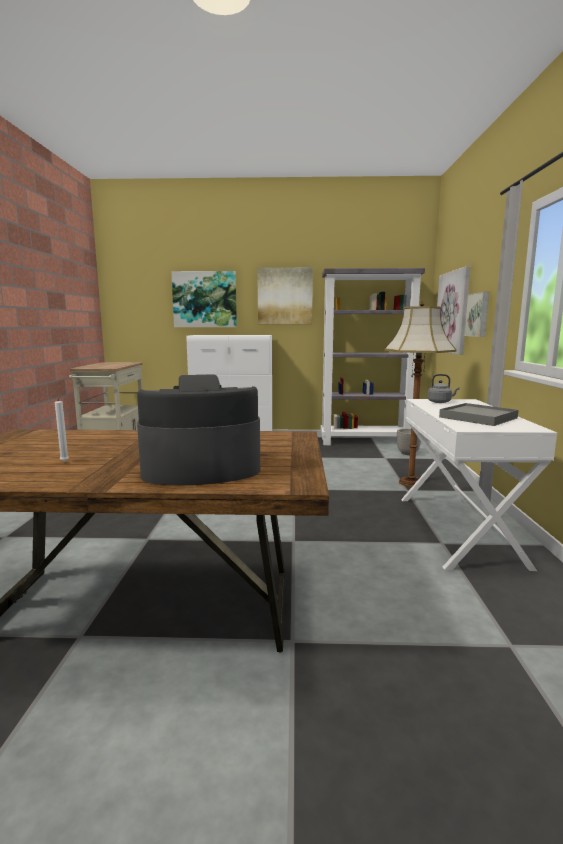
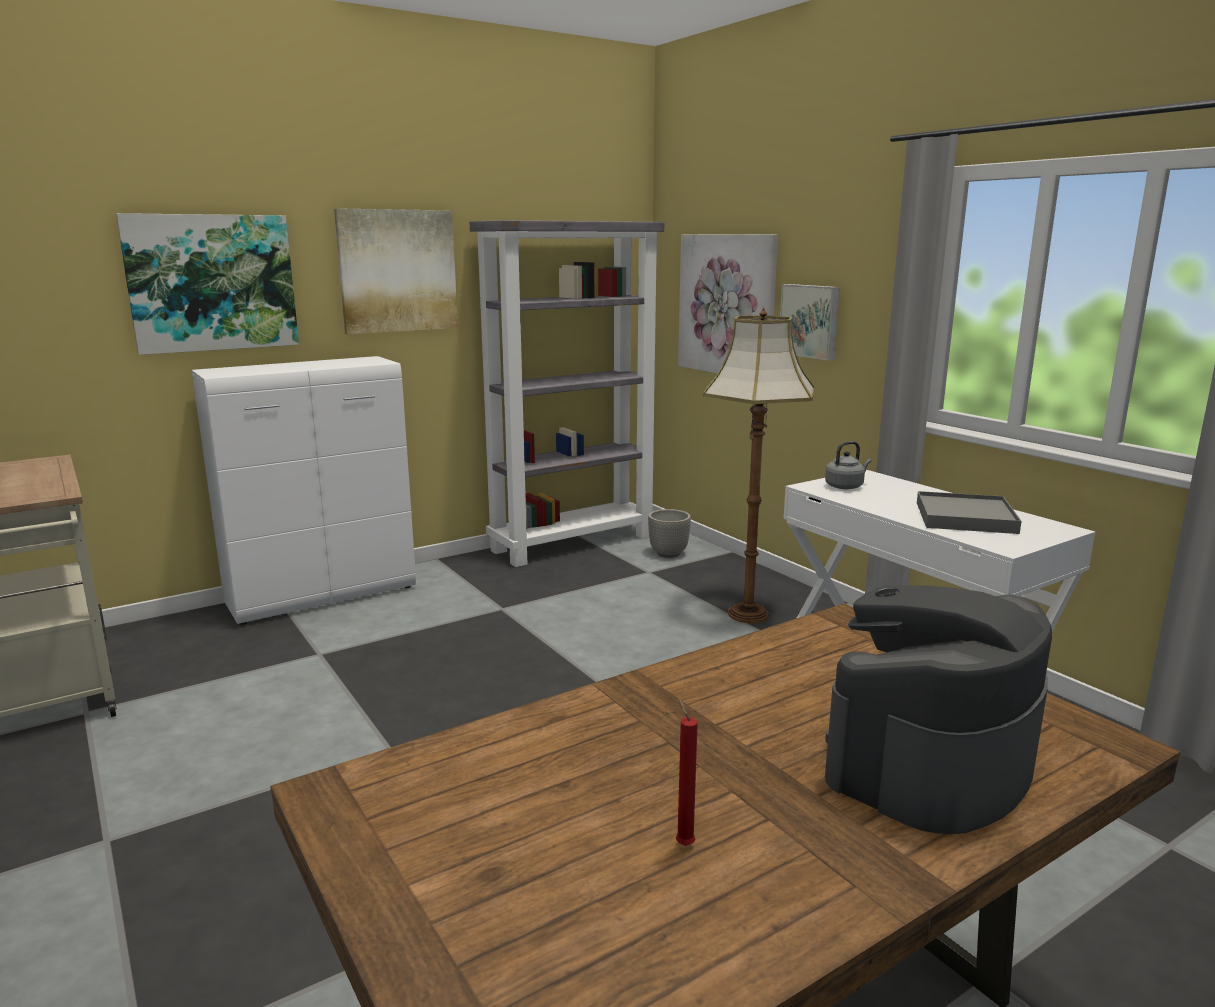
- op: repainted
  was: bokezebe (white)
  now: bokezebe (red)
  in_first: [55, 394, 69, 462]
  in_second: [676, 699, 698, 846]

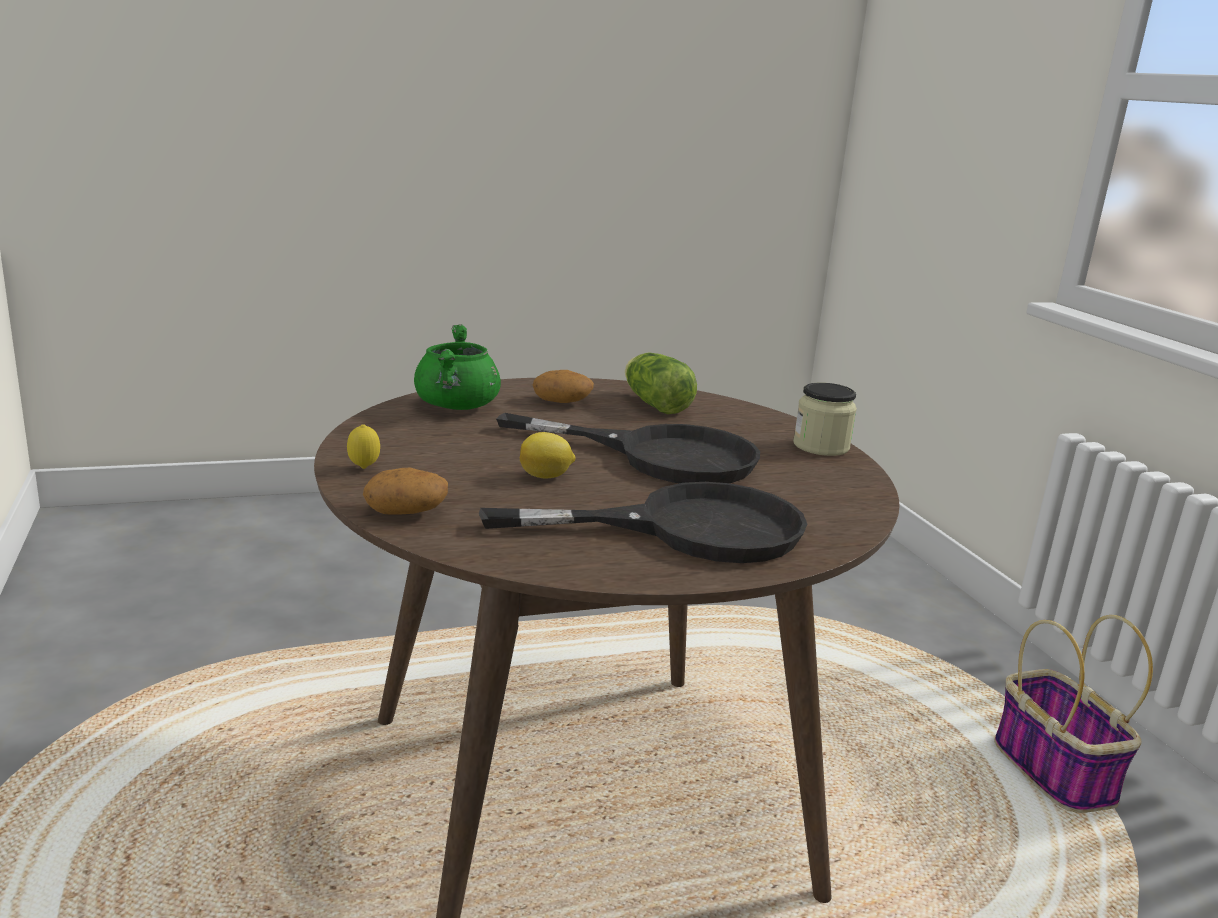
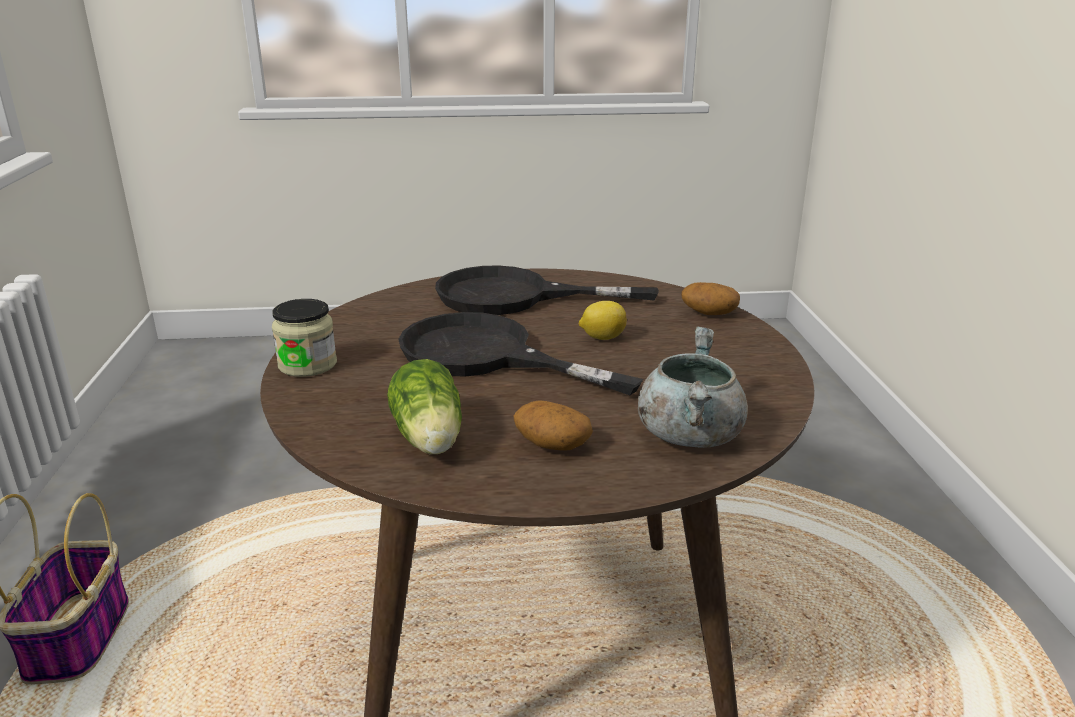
- op: gone
  was: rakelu
  in_first: [347, 424, 380, 469]
- op: repainted
  was: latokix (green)
  now: latokix (grey)
  in_first: [414, 324, 501, 410]
  in_second: [638, 327, 748, 448]

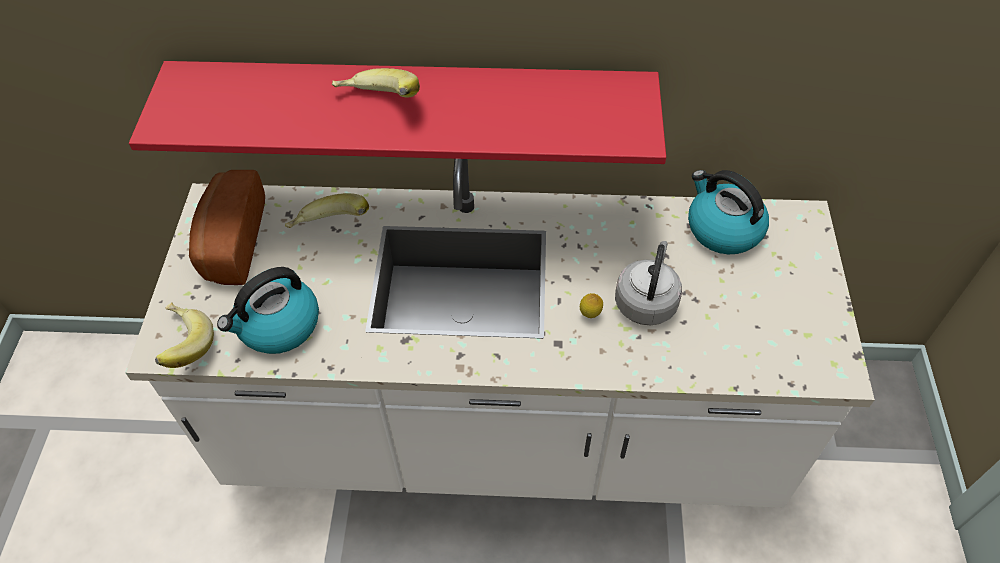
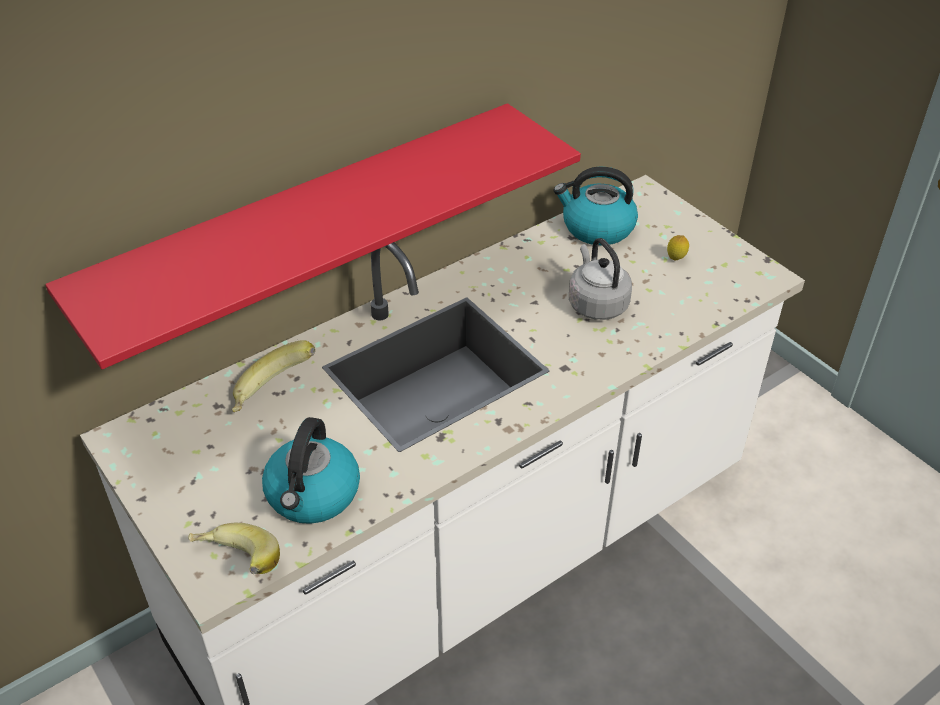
- op: gone
  was: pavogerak
  in_first: [189, 170, 265, 285]
- op: gone
  was: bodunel
  in_first: [332, 68, 420, 98]
- op: shifted
  was: rakelu
  in_first: [580, 293, 603, 318]
  in_second: [667, 235, 689, 260]

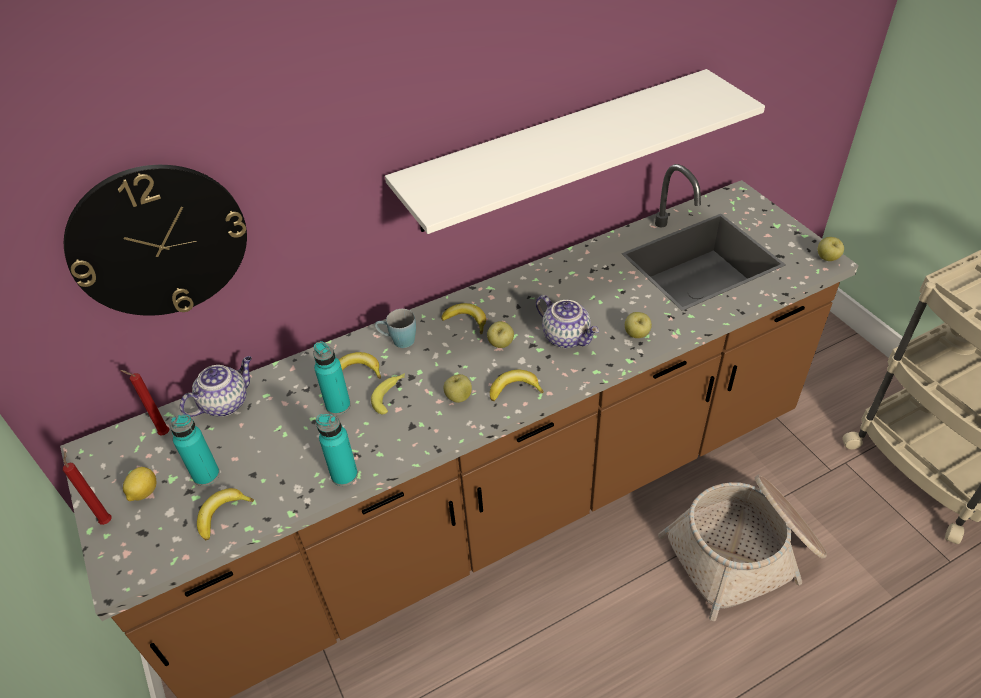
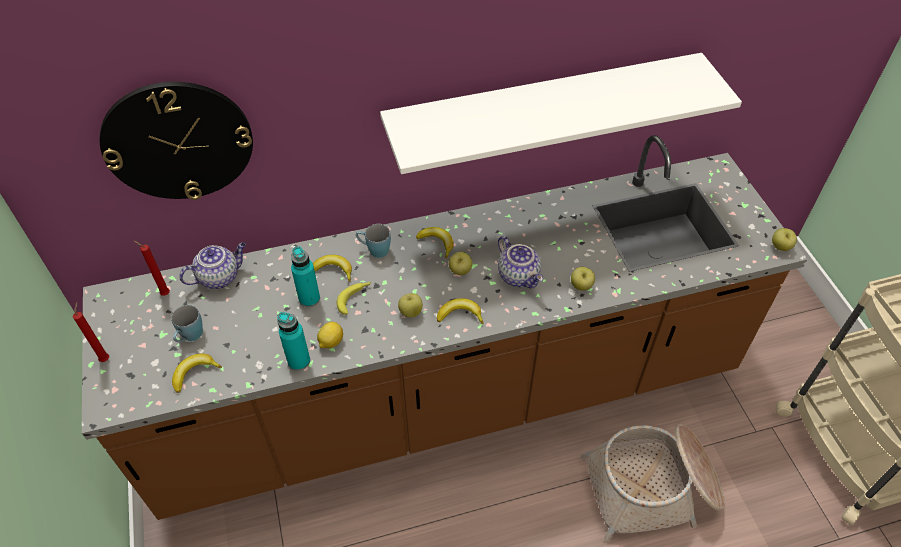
- op: shifted
  was: rakelu
  in_first: [123, 467, 156, 501]
  in_second: [317, 322, 343, 349]
- op: swapped
  was: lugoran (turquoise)
  now: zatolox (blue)
  in_first: [171, 415, 220, 486]
  in_second: [171, 305, 203, 343]

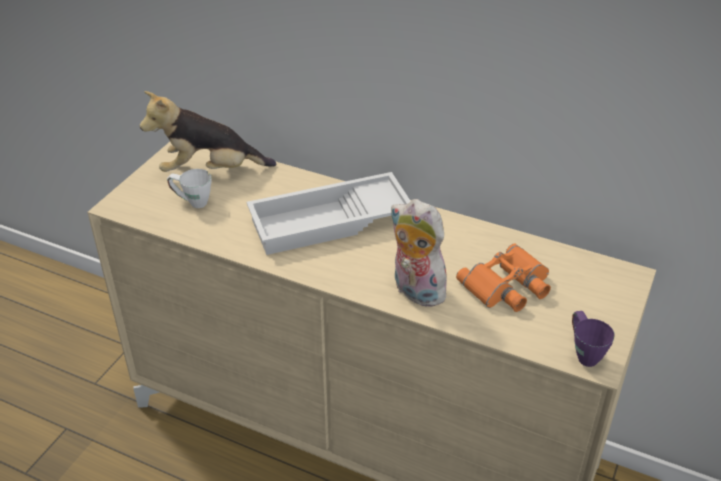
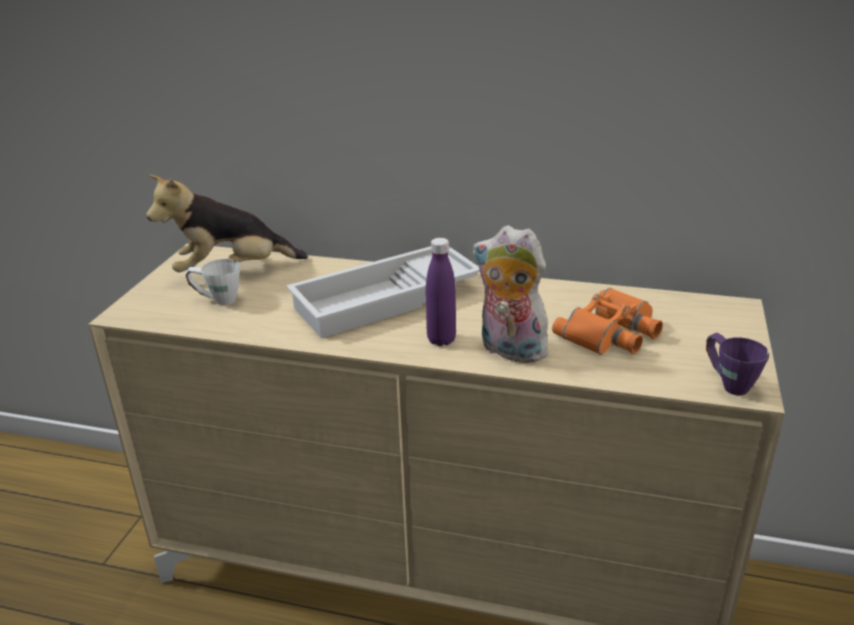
- op: new
  now: lugoran (purple)
  in_second: [426, 238, 456, 346]

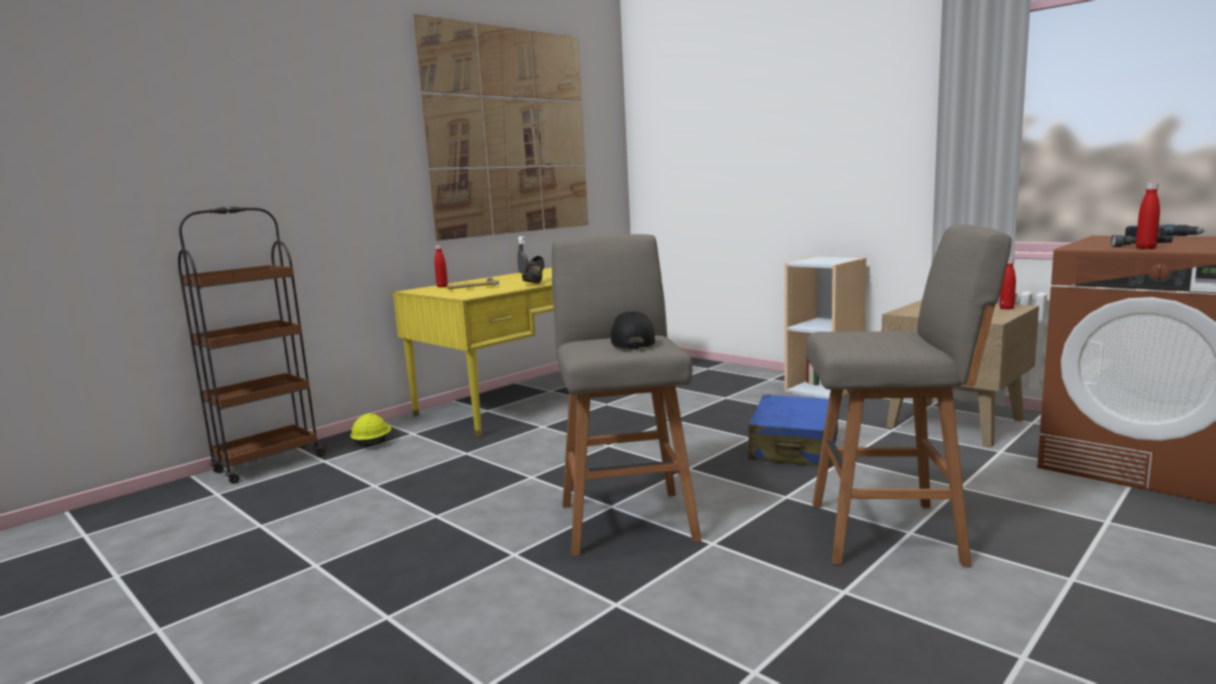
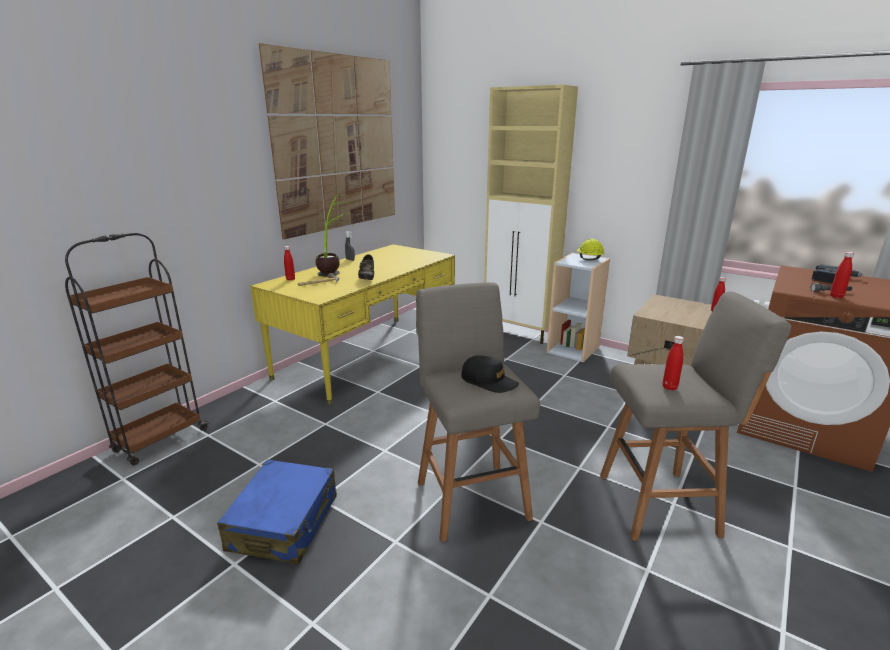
- op: shifted
  was: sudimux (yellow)
  in_first: [350, 413, 391, 445]
  in_second: [577, 239, 604, 260]
- op: rotated
  was: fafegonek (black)
  in_first: [611, 311, 655, 349]
  in_second: [461, 355, 519, 393]
  clockwise: 135
- op: shifted
  was: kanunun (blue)
  in_first: [748, 395, 839, 468]
  in_second: [217, 460, 337, 565]
- op: new
  now: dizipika
  in_second: [316, 188, 354, 277]
- op: new
  now: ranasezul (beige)
  in_second: [484, 85, 578, 344]
- op: new
  now: lugoran (red)
  in_second: [663, 336, 684, 391]

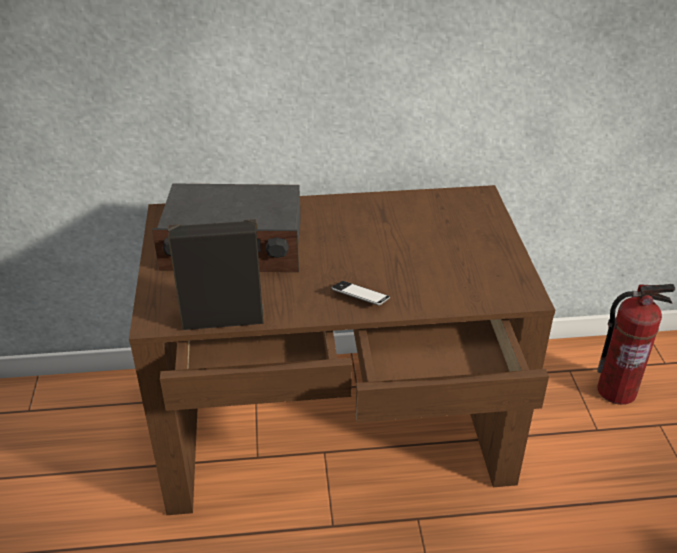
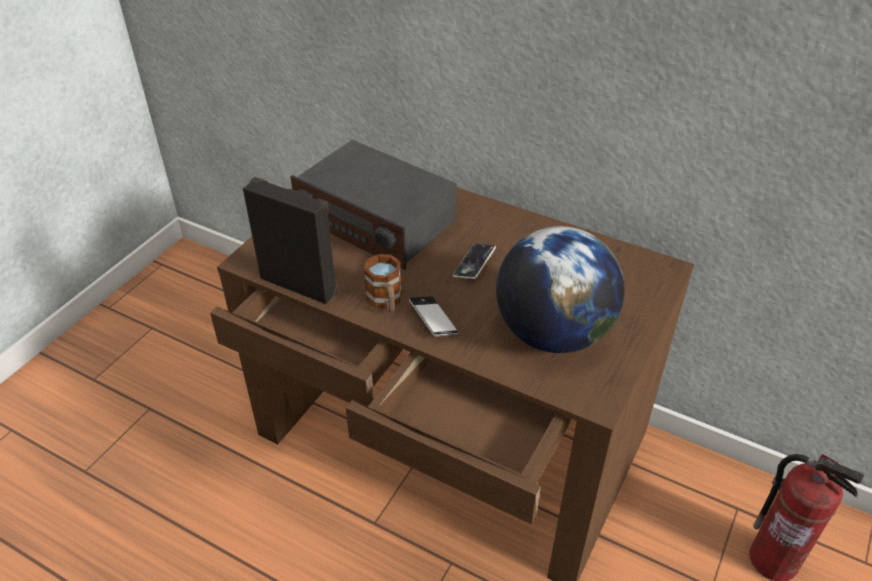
- op: new
  now: zatolox
  in_second: [364, 254, 402, 312]
- op: new
  now: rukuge
  in_second: [453, 244, 496, 279]
- op: new
  now: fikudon
  in_second: [496, 226, 625, 353]

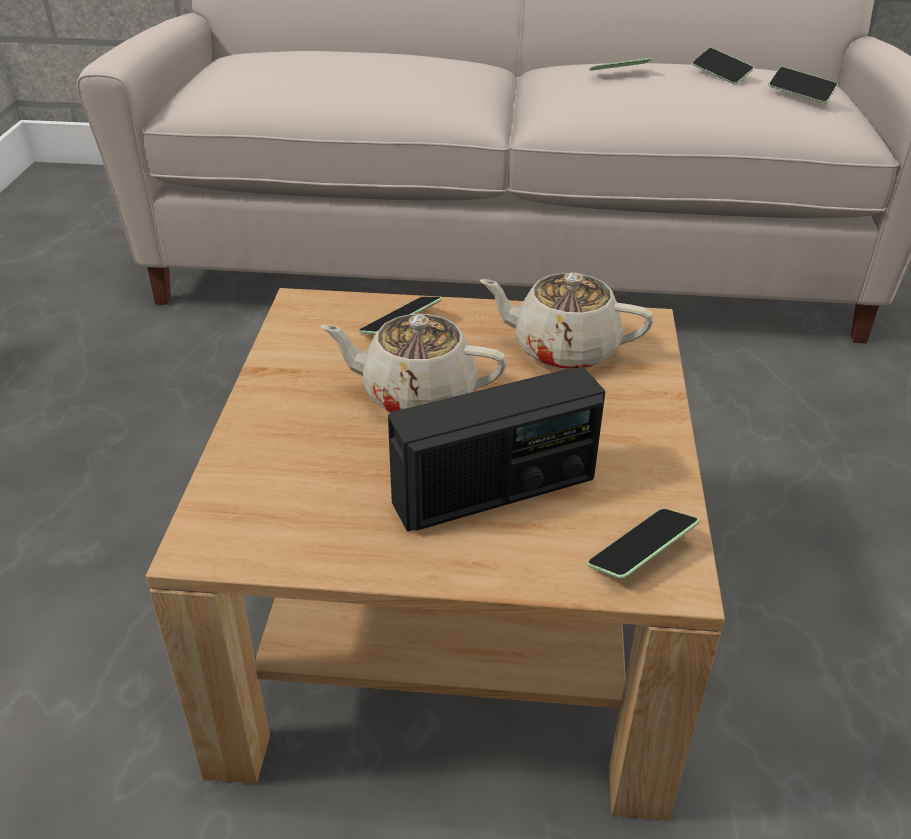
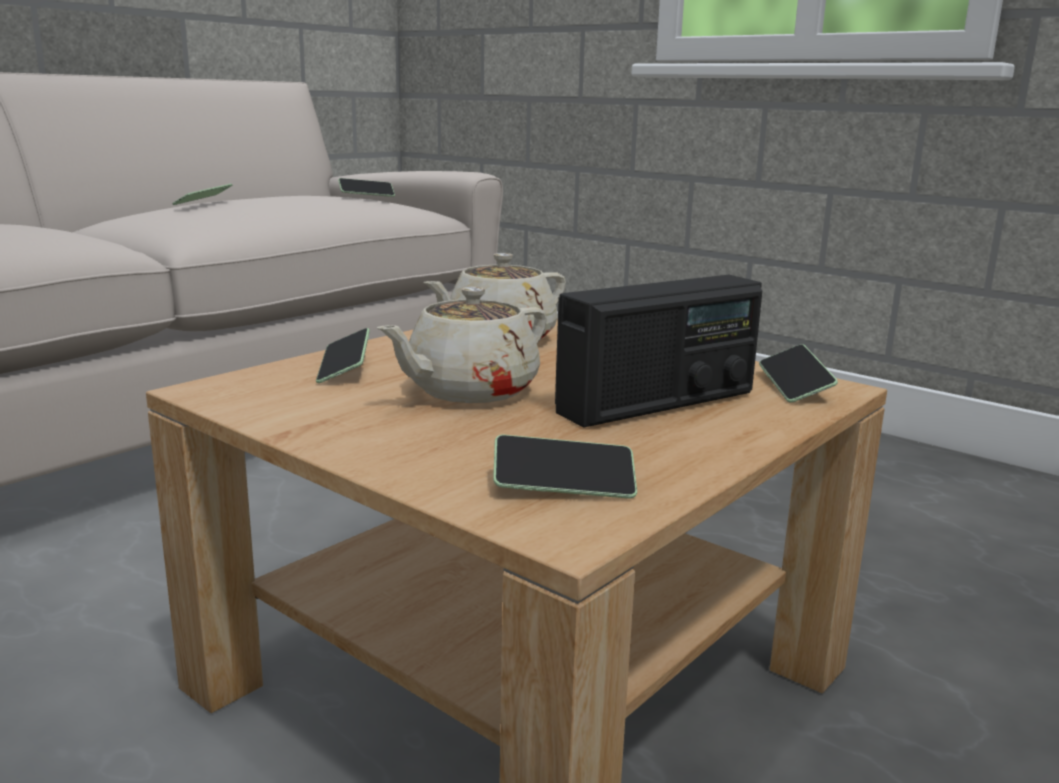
- op: rotated
  was: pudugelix
  in_first: [388, 367, 605, 532]
  in_second: [555, 275, 762, 427]
  clockwise: 45
- op: shifted
  was: rukuge
  in_first: [692, 48, 754, 84]
  in_second: [493, 435, 637, 499]

